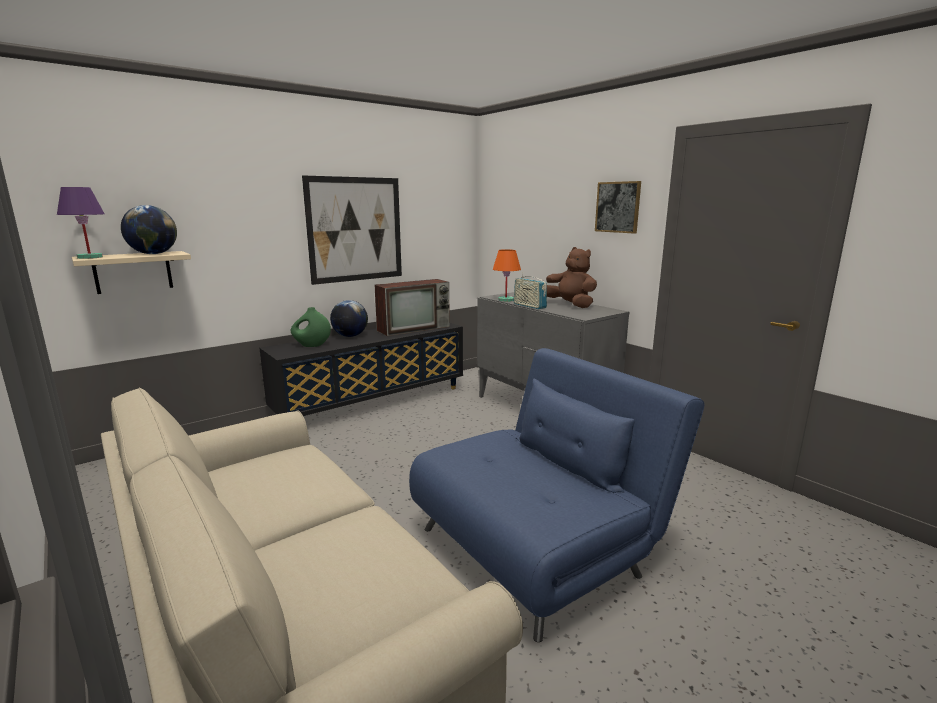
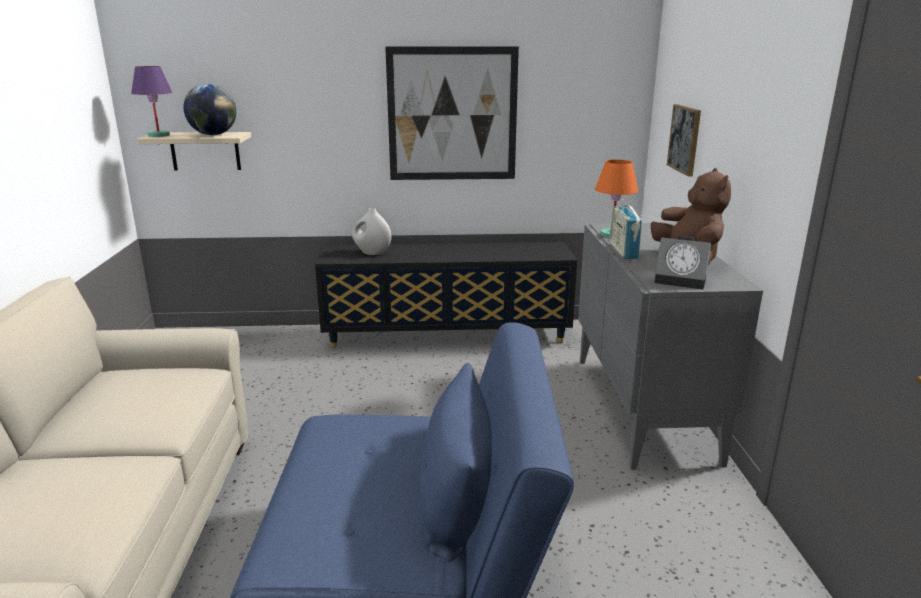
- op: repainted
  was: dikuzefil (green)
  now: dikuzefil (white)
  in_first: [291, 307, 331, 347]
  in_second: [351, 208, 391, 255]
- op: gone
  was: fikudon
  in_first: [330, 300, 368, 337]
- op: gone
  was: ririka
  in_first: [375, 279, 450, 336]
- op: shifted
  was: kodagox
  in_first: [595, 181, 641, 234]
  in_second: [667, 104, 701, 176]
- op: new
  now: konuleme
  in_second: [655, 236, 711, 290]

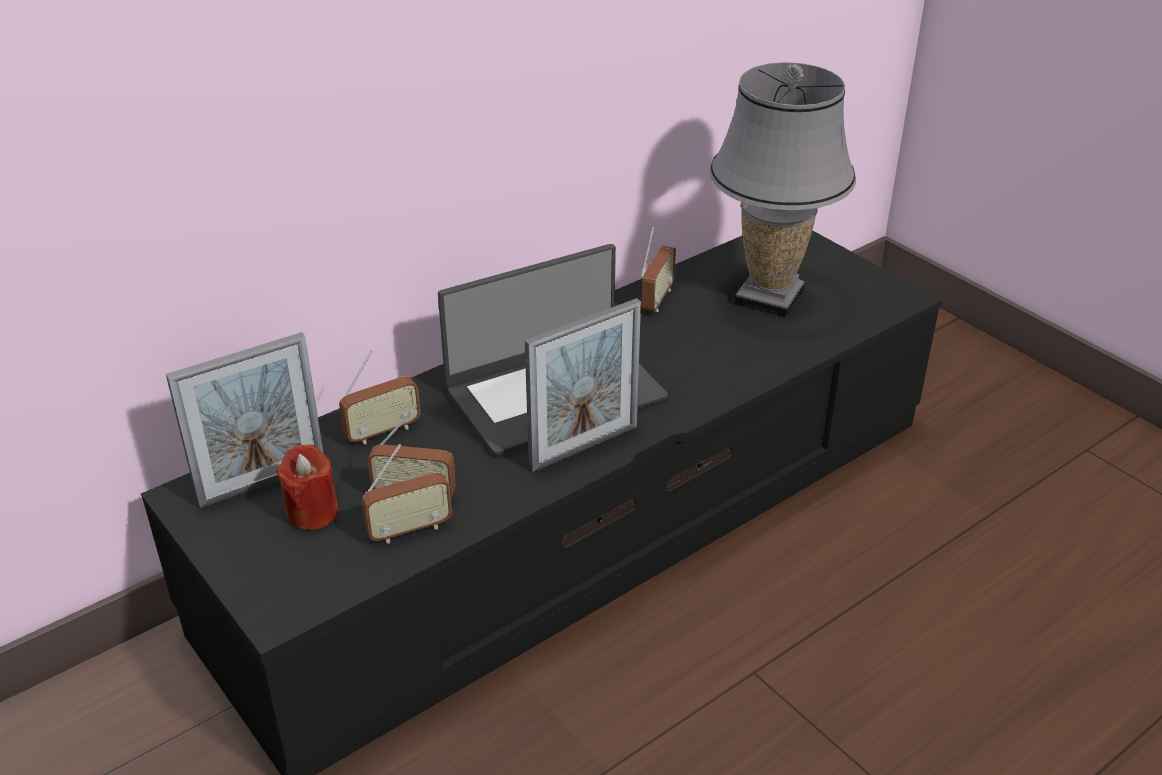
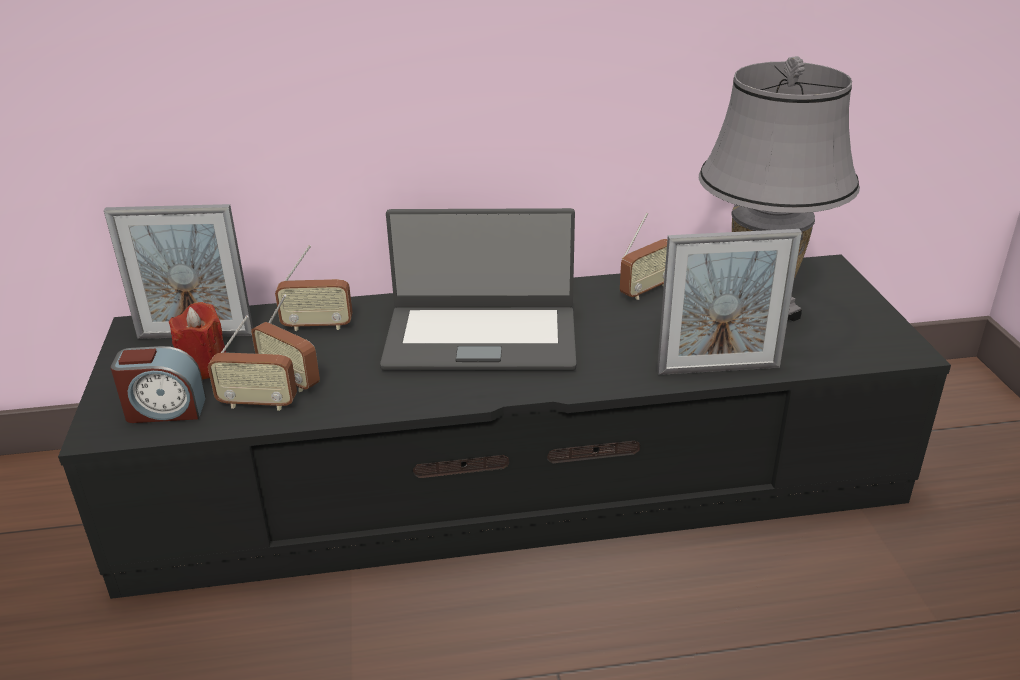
- op: shifted
  was: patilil
  in_first: [525, 298, 641, 472]
  in_second: [657, 229, 802, 375]
- op: new
  now: konuleme
  in_second: [110, 346, 206, 423]

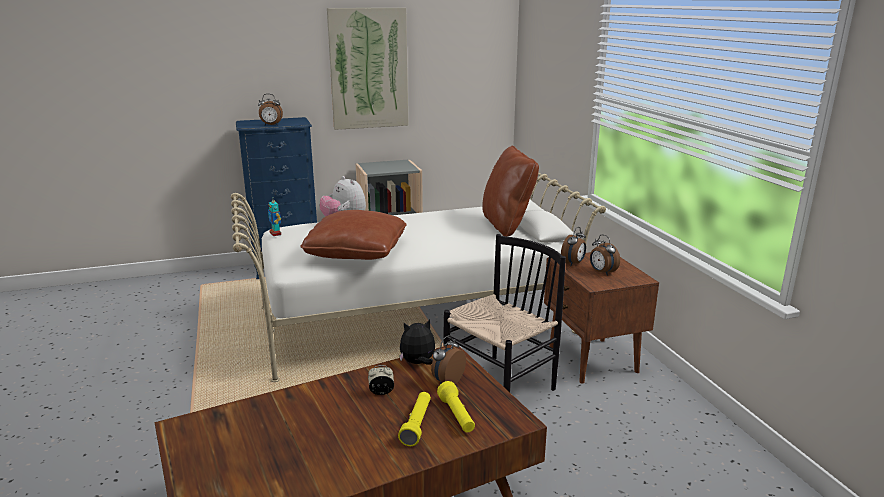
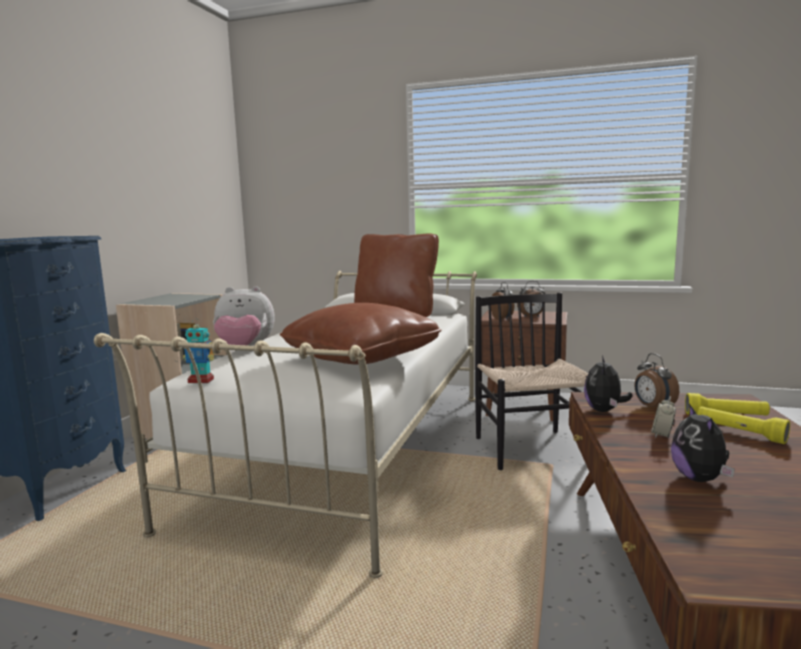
- op: gone
  was: konuleme
  in_first: [258, 94, 283, 126]
- op: gone
  was: kodagox
  in_first: [327, 8, 408, 130]
- op: new
  now: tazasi
  in_second: [671, 404, 735, 482]

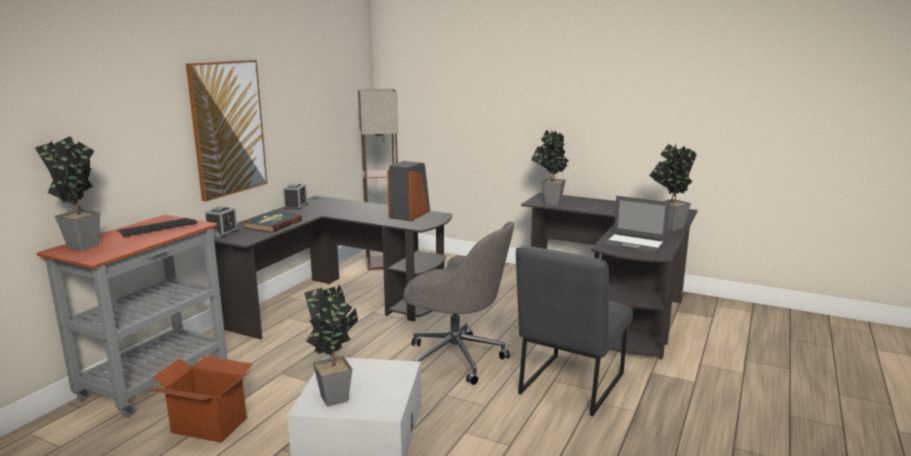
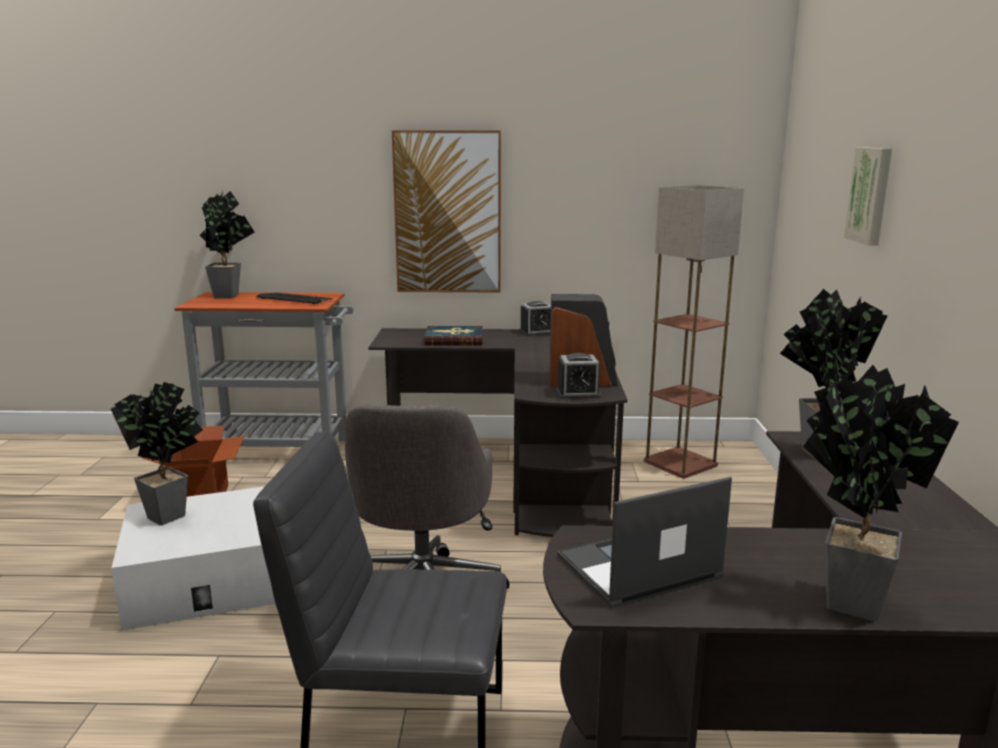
- op: shifted
  was: konuleme
  in_first: [205, 207, 239, 238]
  in_second: [556, 353, 601, 399]
- op: rotated
  was: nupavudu
  in_first: [601, 196, 670, 255]
  in_second: [557, 477, 732, 608]
  clockwise: 60
- op: new
  now: kodagox
  in_second: [844, 147, 892, 246]

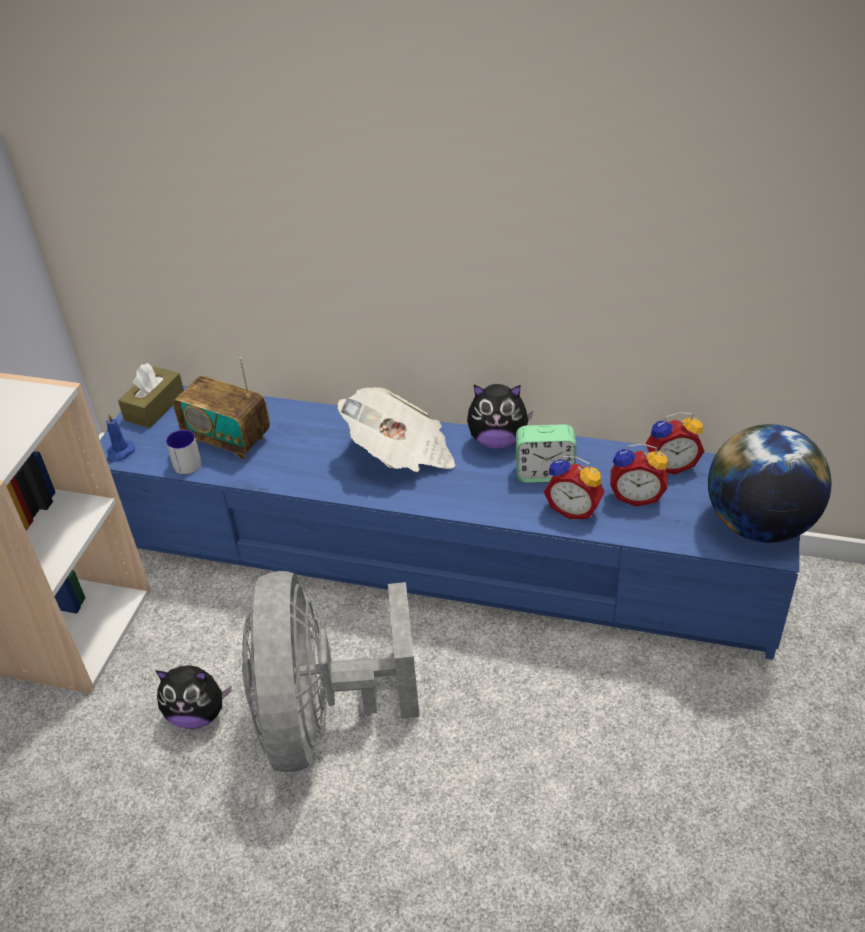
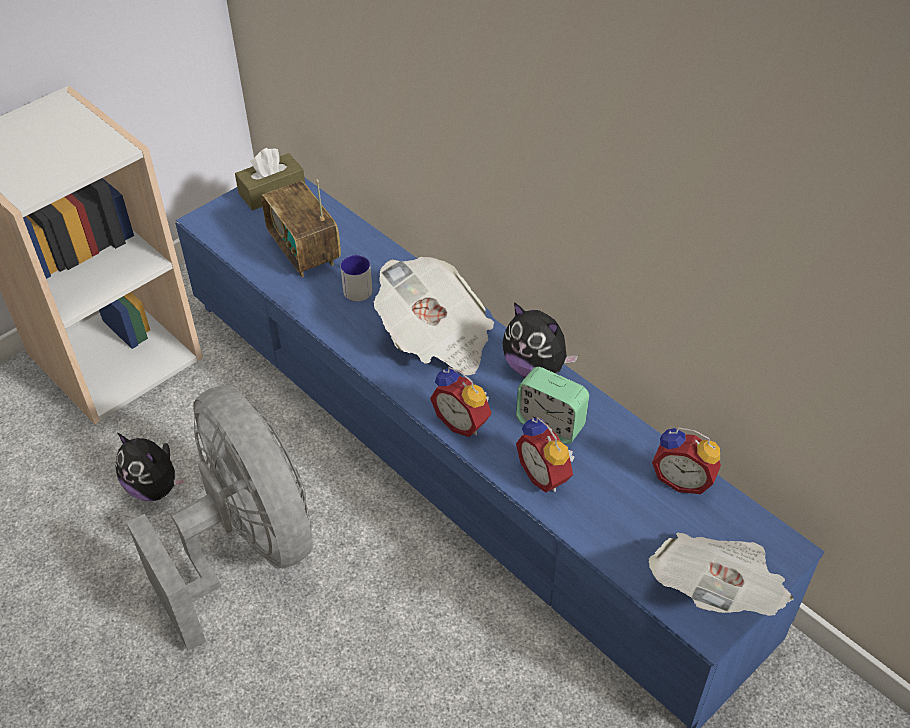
- op: gone
  was: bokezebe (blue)
  in_first: [106, 413, 135, 462]
- op: shifted
  was: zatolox
  in_first: [166, 430, 202, 475]
  in_second: [340, 255, 373, 302]
- op: rotated
  was: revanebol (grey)
  in_first: [242, 571, 420, 772]
  in_second: [127, 385, 313, 651]
  clockwise: 120
- op: shifted
  was: konuleme
  in_first: [610, 443, 668, 507]
  in_second: [430, 367, 492, 437]
- op: swapped
  was: fikudon
  now: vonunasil
  in_first: [708, 424, 831, 543]
  in_second: [649, 533, 793, 616]

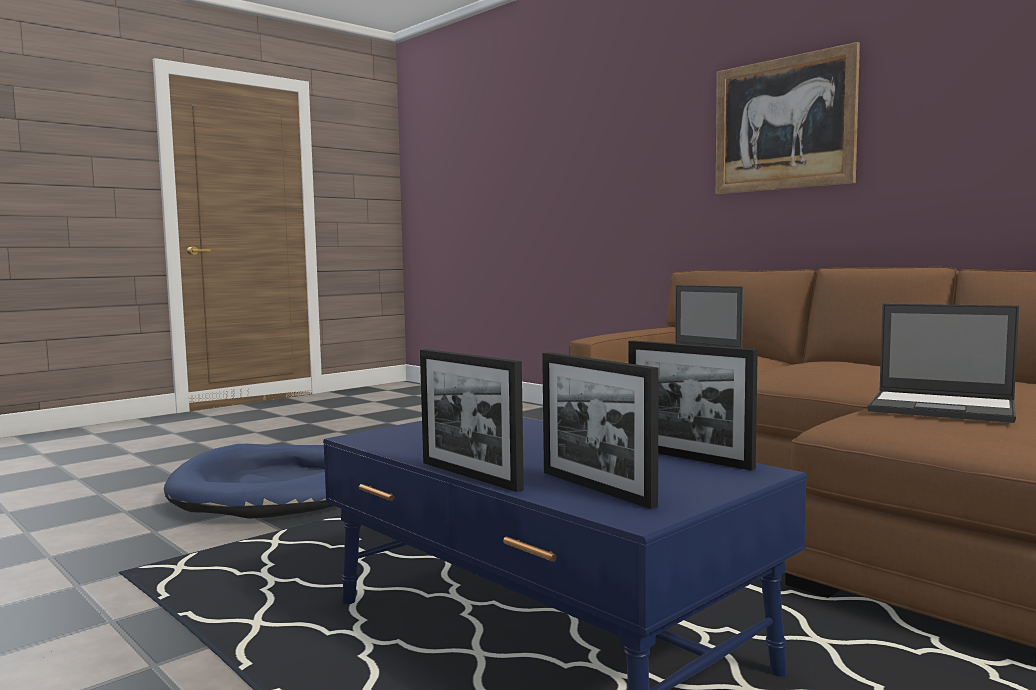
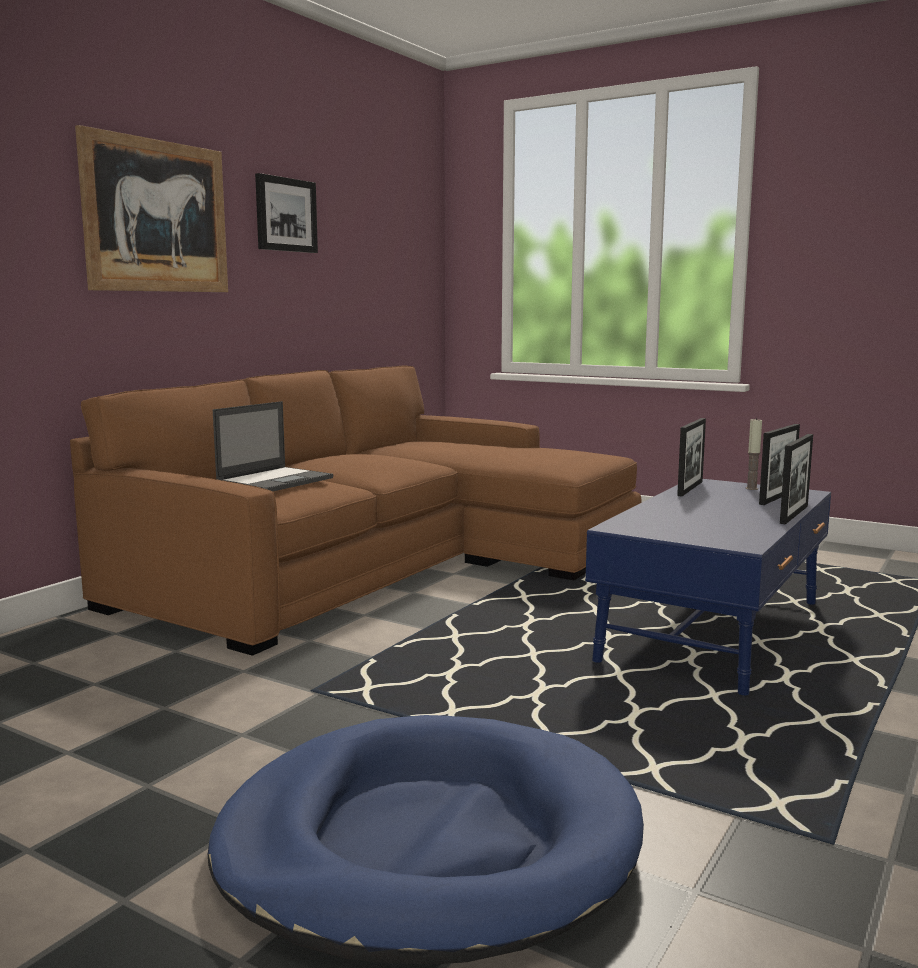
- op: gone
  was: nupavudu
  in_first: [867, 304, 1019, 423]
- op: new
  now: kodagox
  in_second: [255, 173, 318, 253]
- op: new
  now: bokezebe
  in_second: [746, 418, 762, 490]

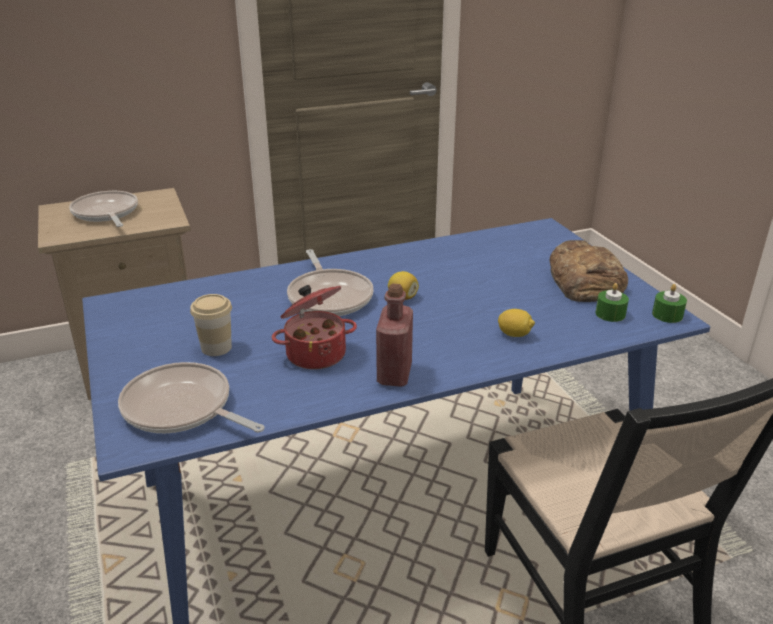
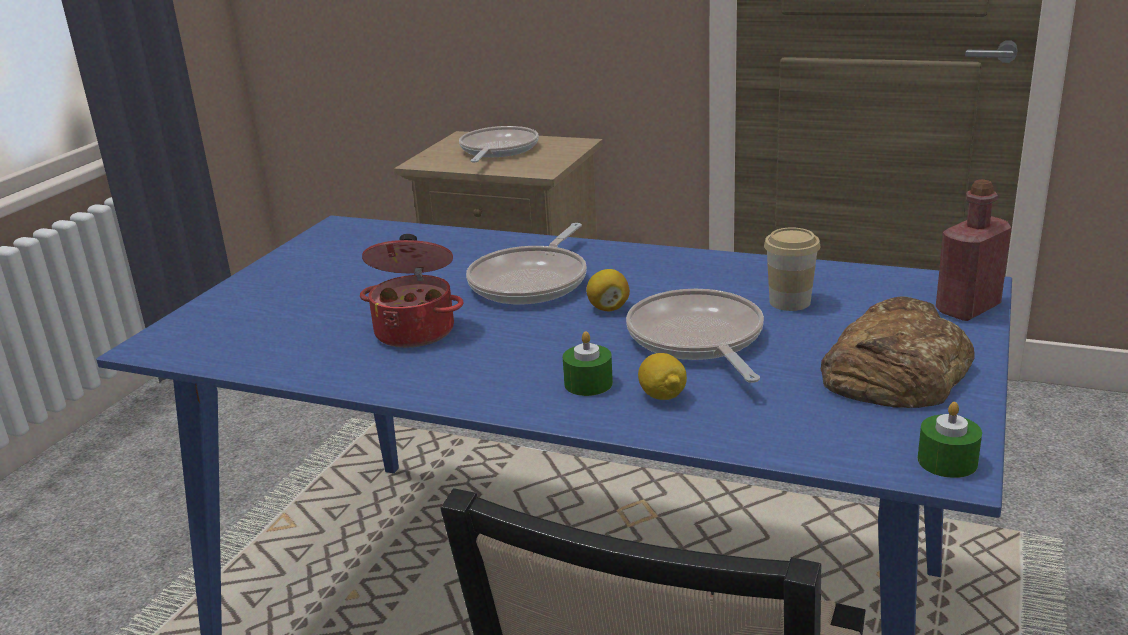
- op: shifted
  was: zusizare
  in_first: [118, 362, 265, 433]
  in_second: [626, 289, 764, 383]
- op: shifted
  was: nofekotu
  in_first: [190, 294, 232, 356]
  in_second: [764, 228, 820, 311]
- op: shifted
  was: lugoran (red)
  in_first: [376, 284, 413, 387]
  in_second: [936, 179, 1012, 321]
- op: shifted
  was: bokezebe (green)
  in_first: [595, 283, 629, 322]
  in_second: [563, 331, 613, 396]

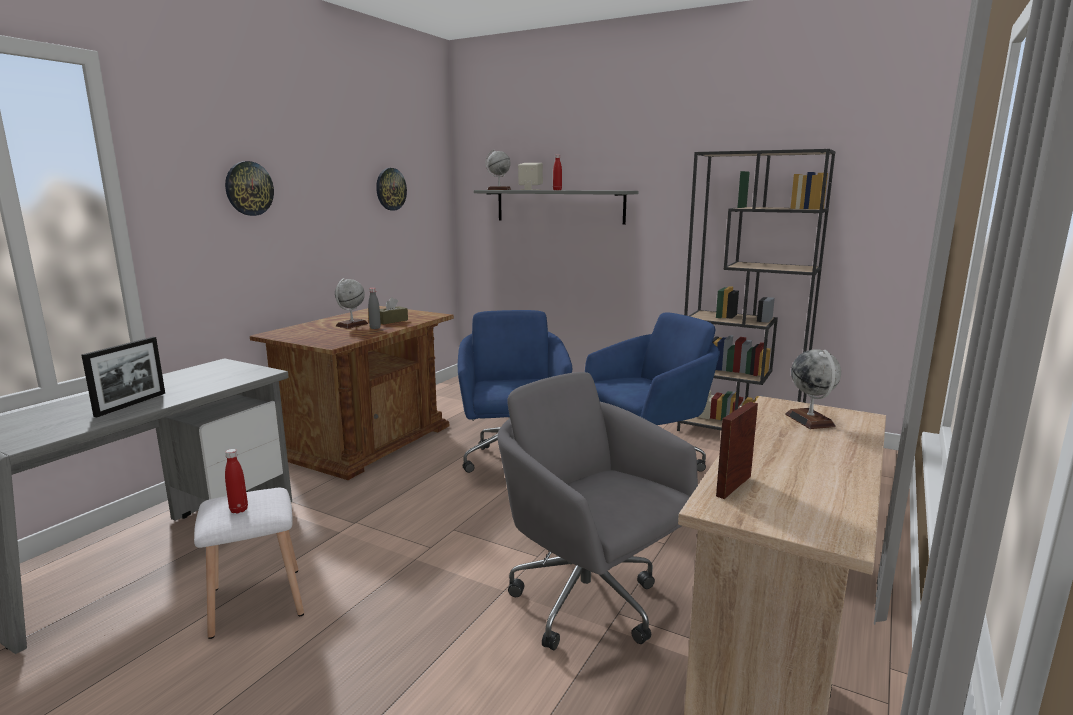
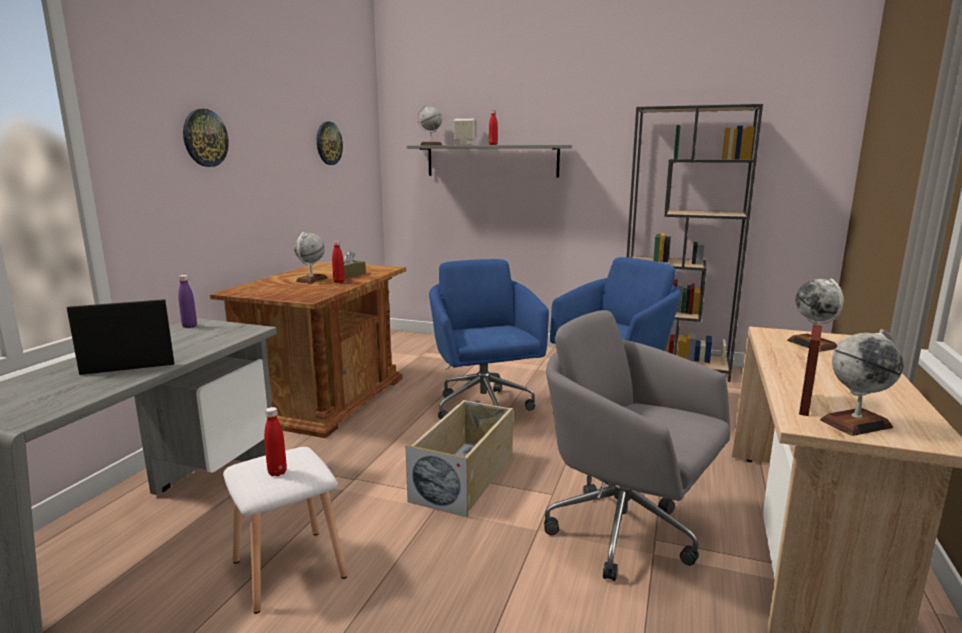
- op: rotated
  was: patilil
  in_first: [81, 337, 165, 417]
  in_second: [67, 299, 174, 375]
  clockwise: -120
- op: repainted
  was: lugoran (grey)
  now: lugoran (red)
  in_first: [368, 288, 381, 329]
  in_second: [332, 241, 345, 283]
- op: new
  now: lugoran (purple)
  in_second: [178, 275, 197, 328]
- op: new
  now: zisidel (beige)
  in_second: [406, 400, 513, 518]
- op: new
  now: fikudon
  in_second: [820, 329, 903, 436]

